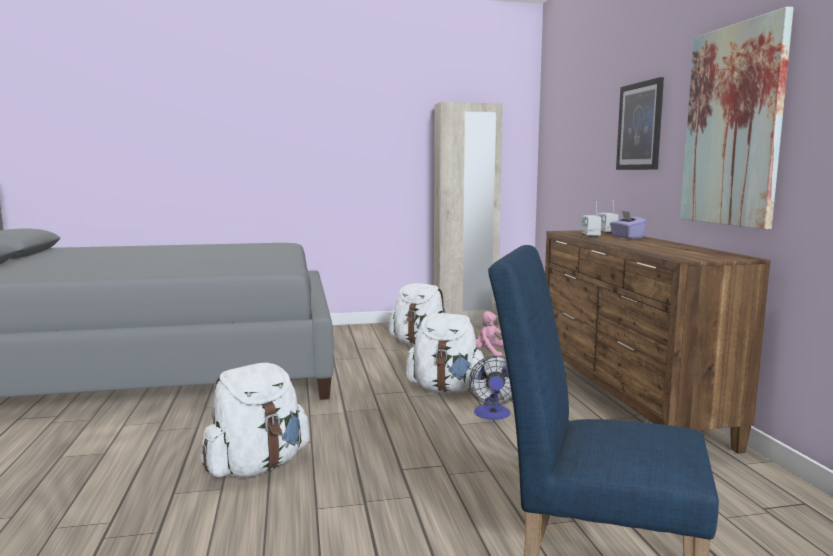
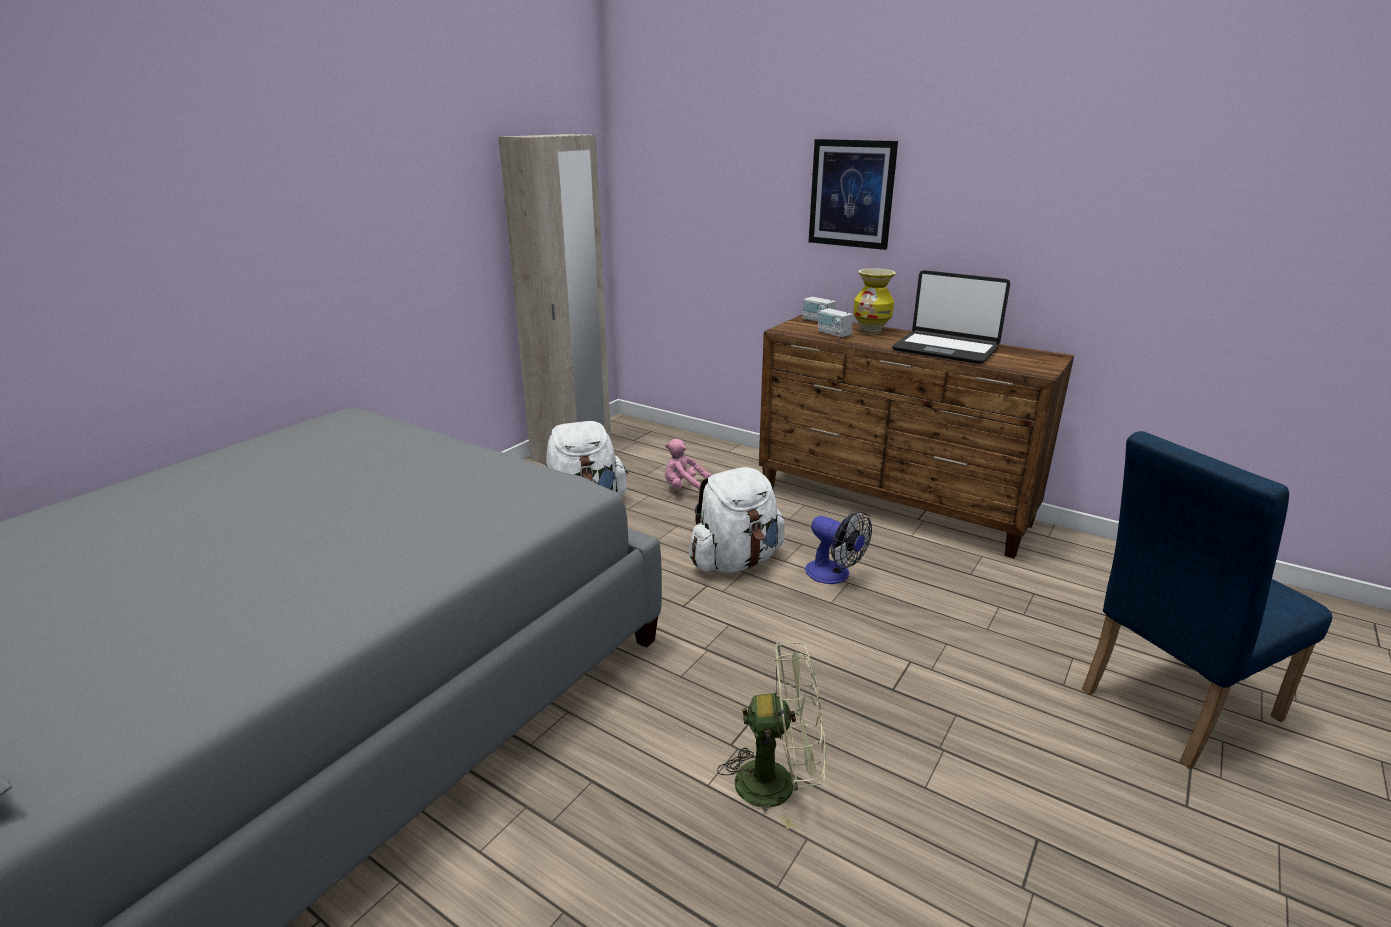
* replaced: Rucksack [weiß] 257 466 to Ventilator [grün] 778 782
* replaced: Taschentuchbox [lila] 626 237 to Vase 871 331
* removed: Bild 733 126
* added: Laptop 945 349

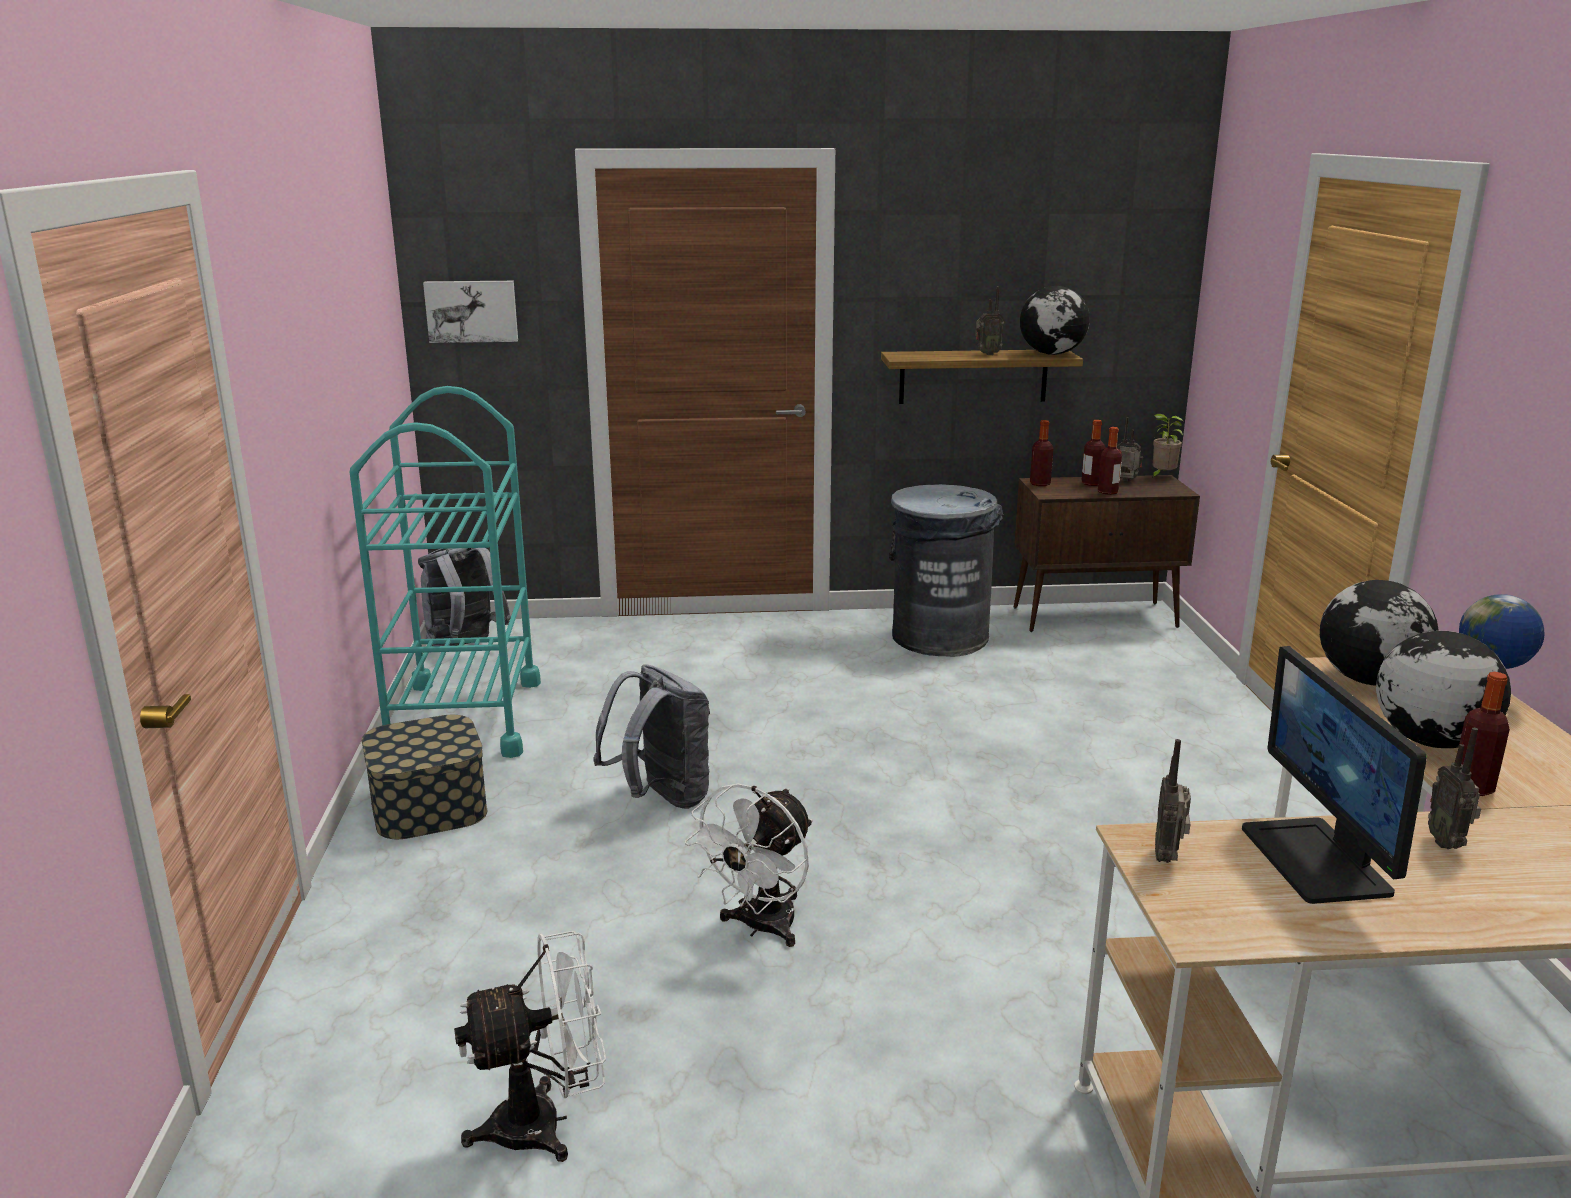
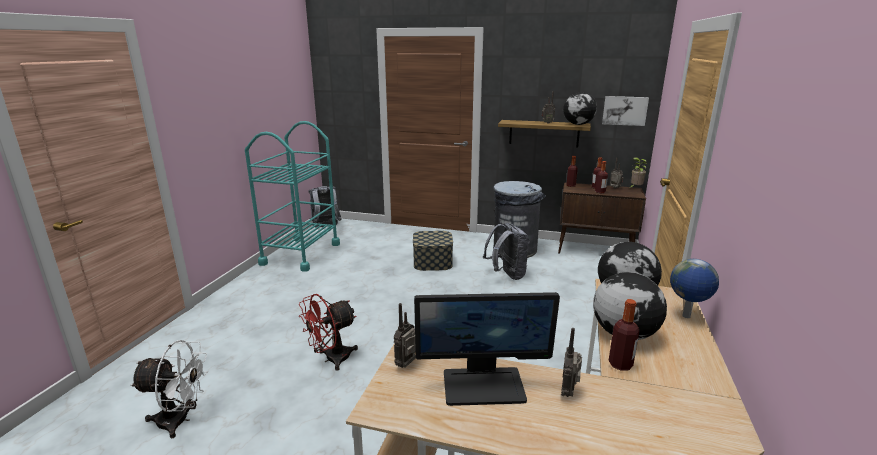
* moved: Aufbewahrungsbox 429 806 to 432 261
* moved: Bild 472 311 to 624 110
* moved: Rucksack [grau] 661 798 to 507 275
* recoloured: Ventilator [weiß] 760 928 to Ventilator [rot] 331 359
* turned: Monitor 1318 860 = 484 385 105 degrees counterclockwise

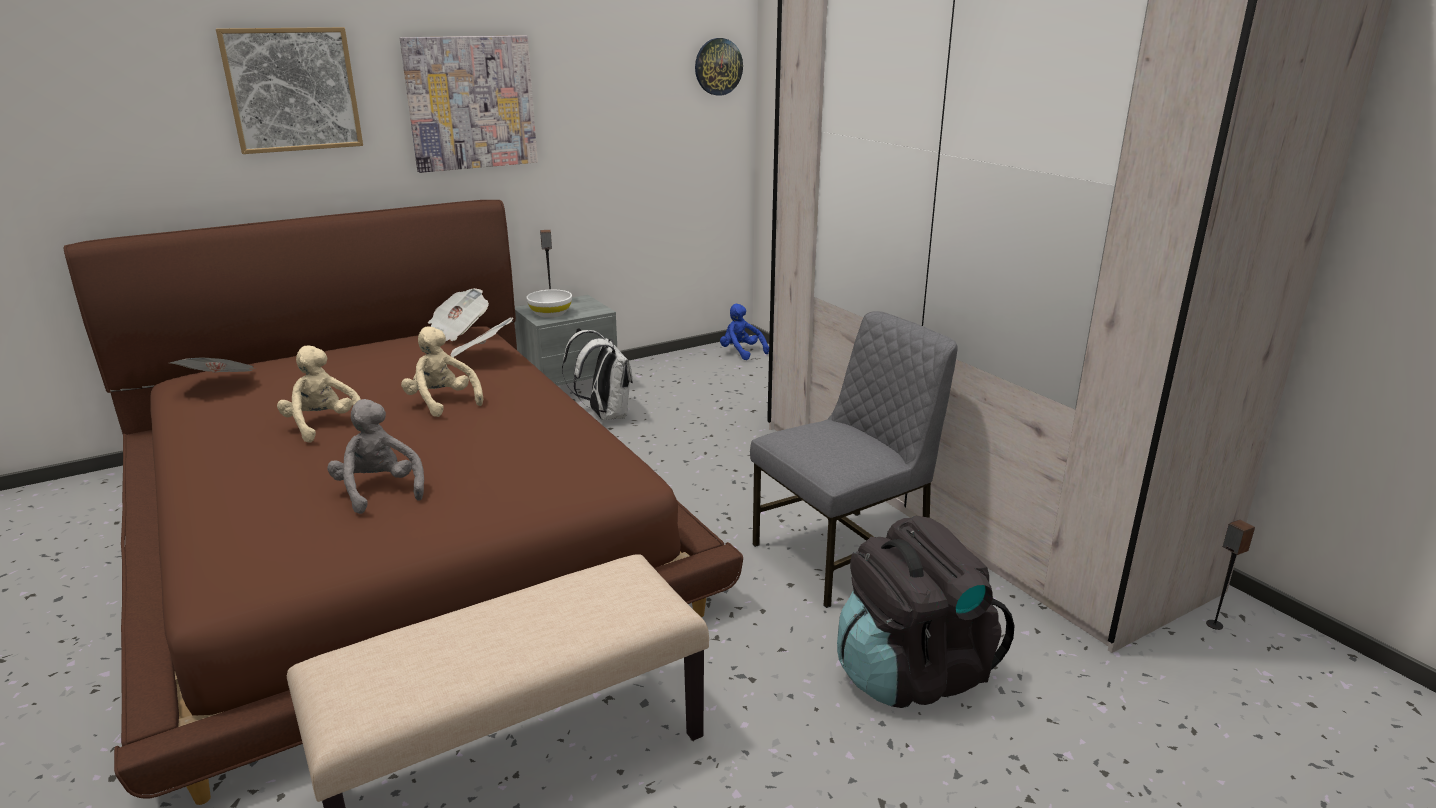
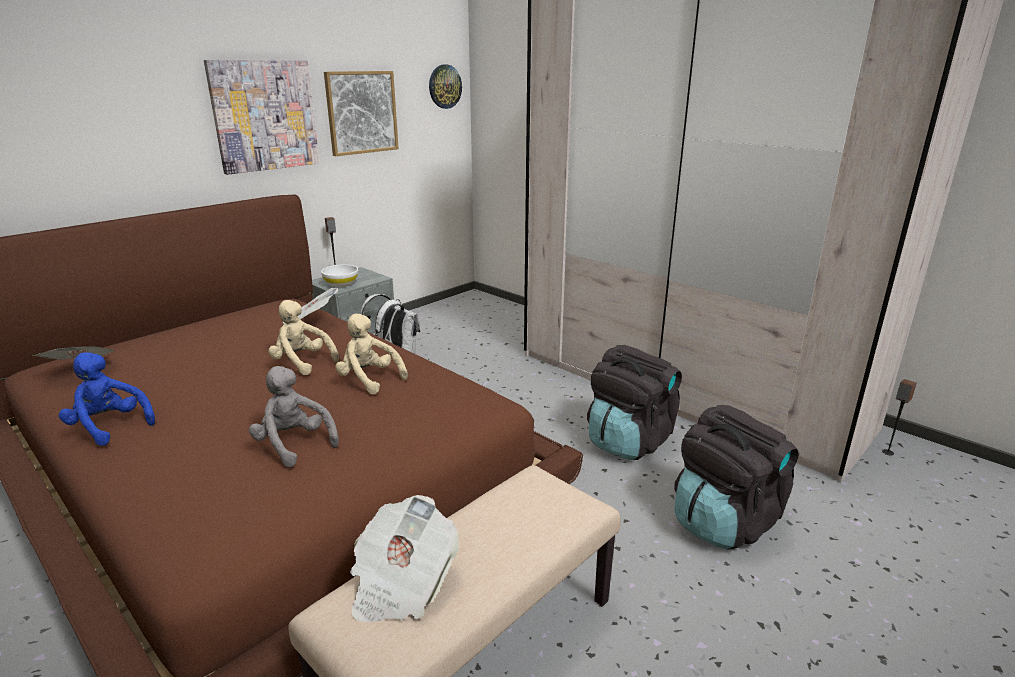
* moved: Bild 292 90 to 361 112
* moved: Plüschtier [beige] 324 426 to 369 380
* moved: Zeitung 456 333 to 401 583
* moved: Plüschtier [blau] 741 352 to 109 426
* replaced: Stuhl [grau] 844 554 to Rucksack [schwarz] 629 441

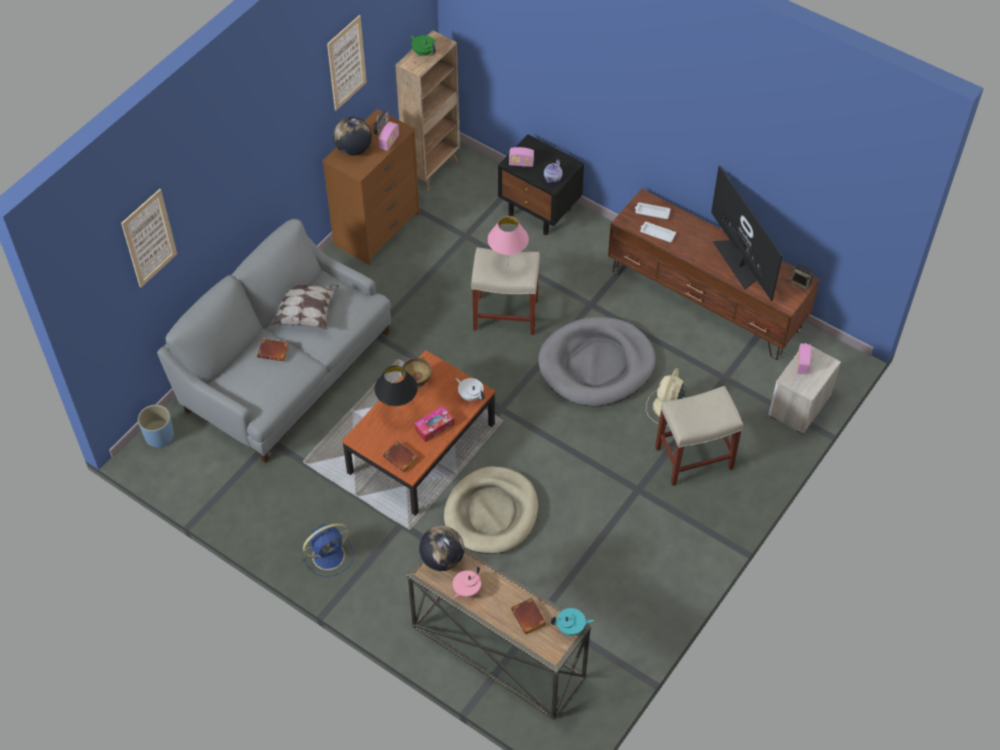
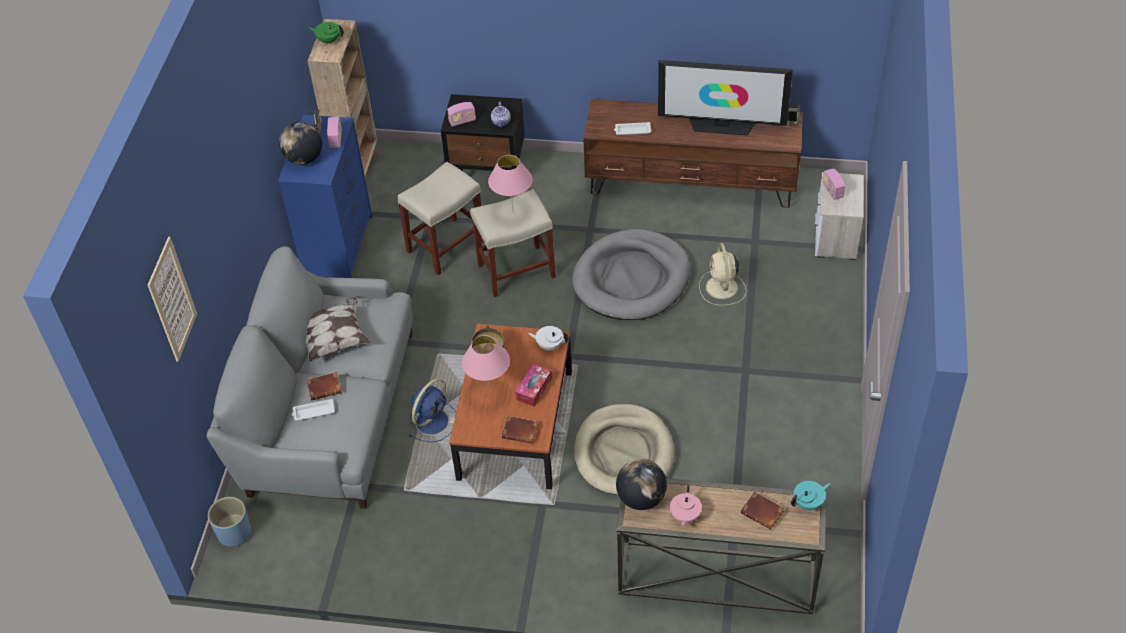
* moved: Ventilator [blau] 330 555 to 433 421
* recoloured: Kommode [braun] 377 229 to Kommode [blau] 339 246
* removed: Bild 346 63
* recoloured: Tischlampe [schwarz] 398 413 to Tischlampe [rosa] 489 392
* moved: Tablett [weiß] 651 212 to 313 412
* moved: Hocker [beige] 694 457 to 446 245
* turned: Fernseher 738 261 = 721 125 150 degrees clockwise

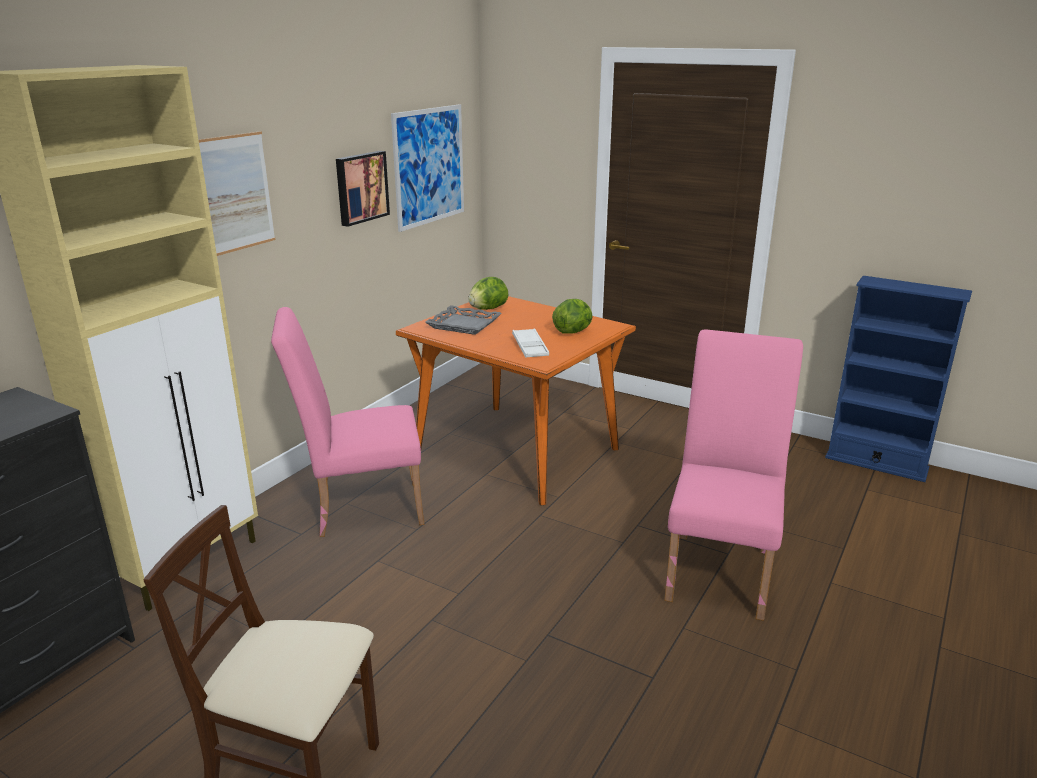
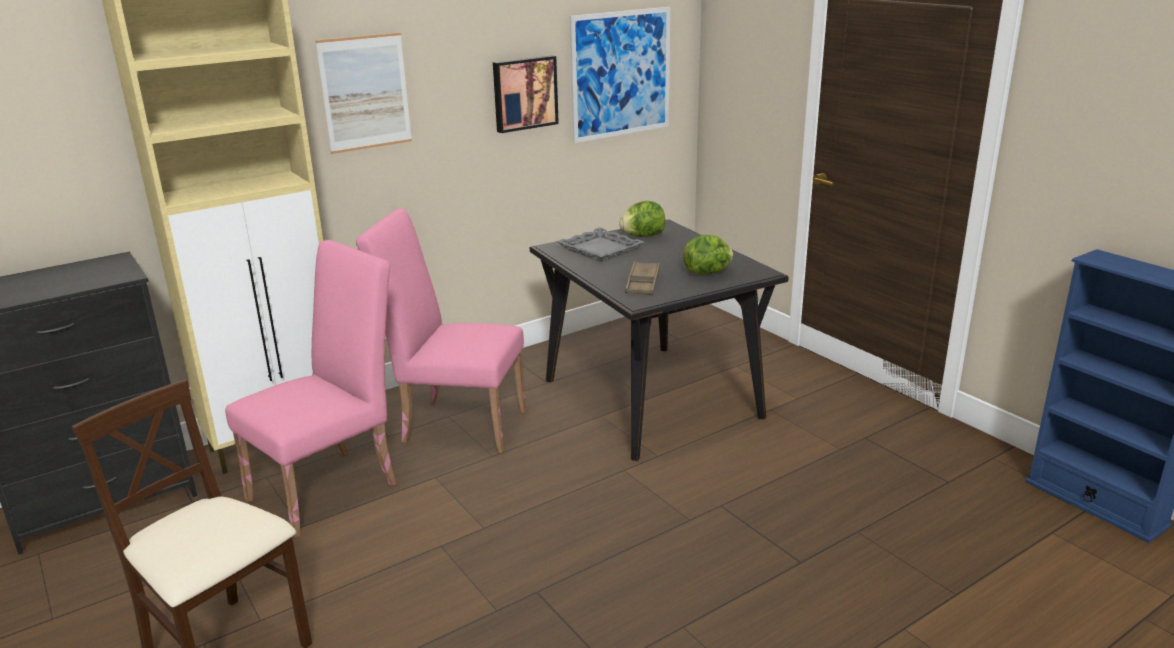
* recoloured: Esstisch [orange] 516 451 to Esstisch [schwarz] 650 398
* recoloured: Tablett [weiß] 530 347 to Tablett [braun] 643 283
* moved: Stuhl [rosa] 721 568 to 333 487

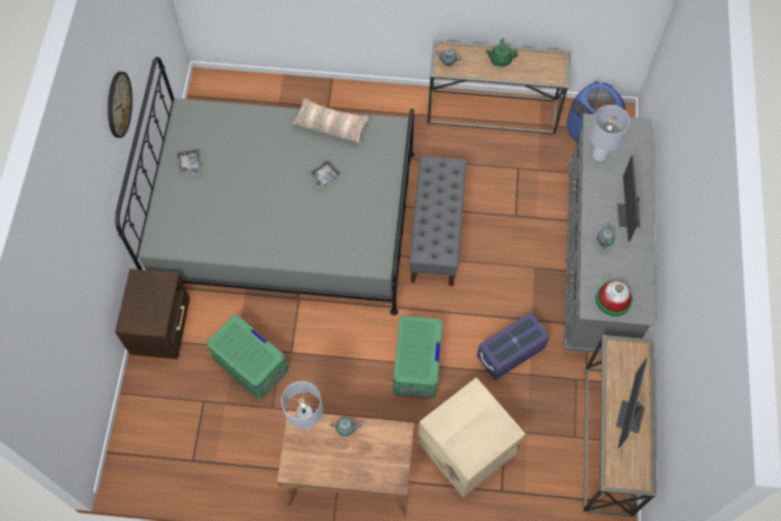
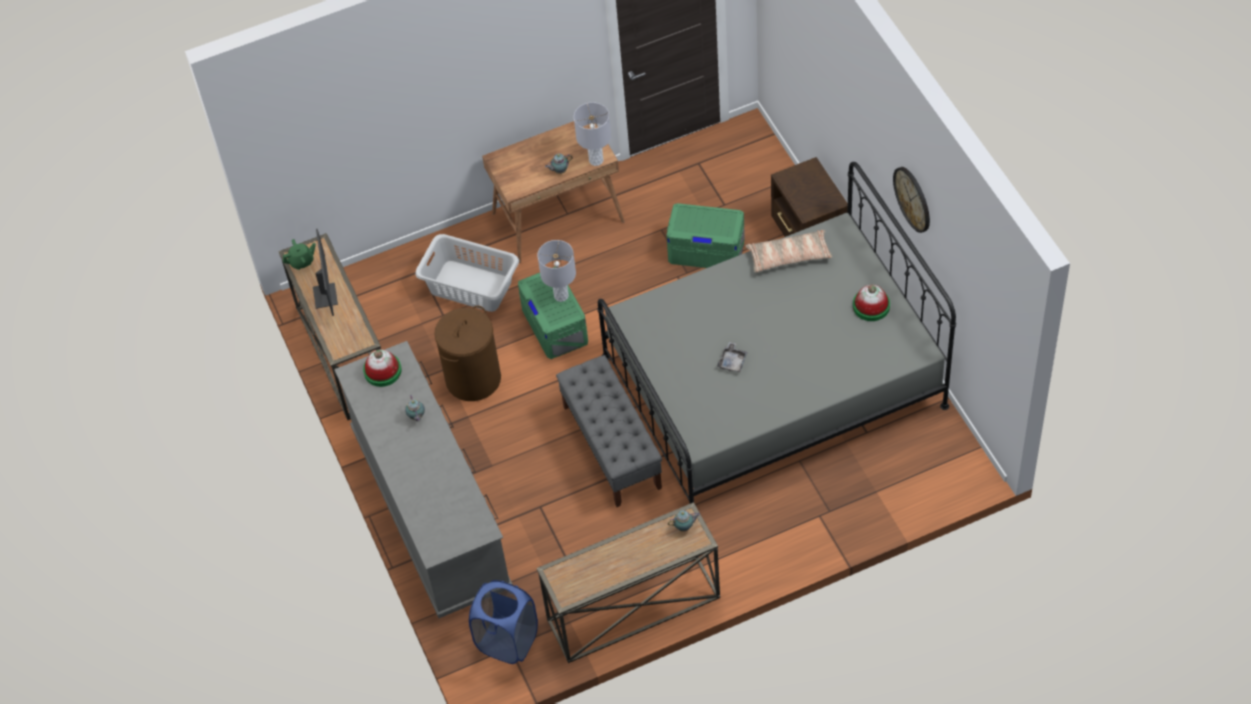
* replaced: Tablett [grau] 190 164 to Hut 871 306
* moved: Kissen 331 125 to 789 257
* replaced: Aufbewahrungsbox [beige] 465 447 to Wäschekorb [grau] 470 285
* replaced: Aufbewahrungsbox [lila] 510 352 to Wäschekorb [braun] 473 378
* moved: Teekanne [grün] 500 60 to 302 261
* moved: Tischlampe [grau] 599 155 to 561 296
* removed: Monitor 627 215

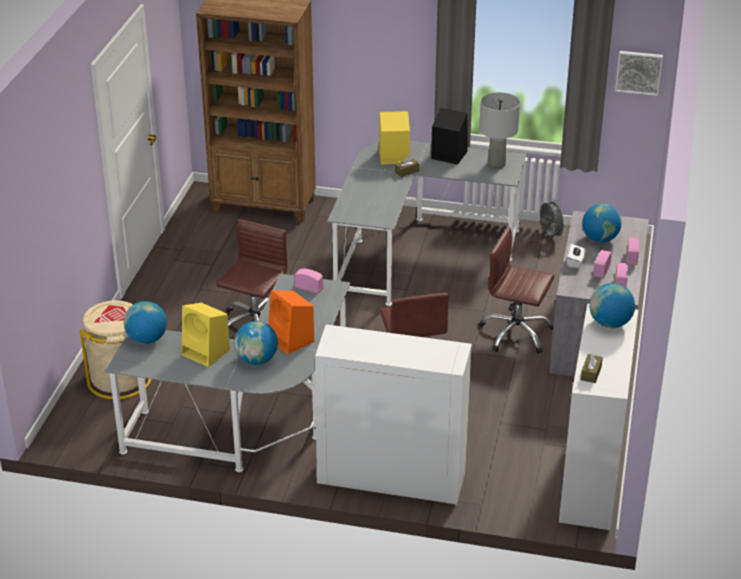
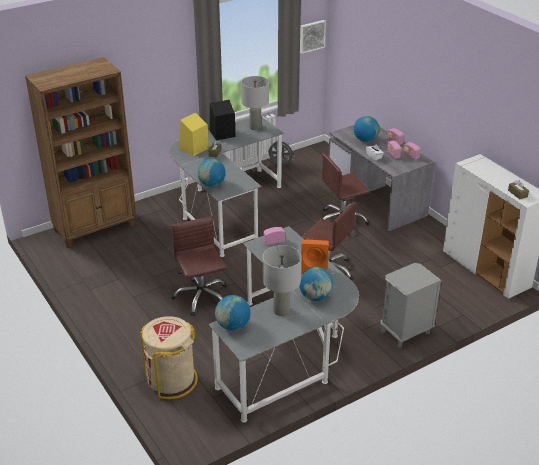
* replaced: Lautsprecher [gelb] 207 352 to Tischlampe [grau] 281 310
* replaced: Schrank [weiß] 390 480 to Nachttisch [grau] 405 332
* moved: Globus 610 323 to 212 184

